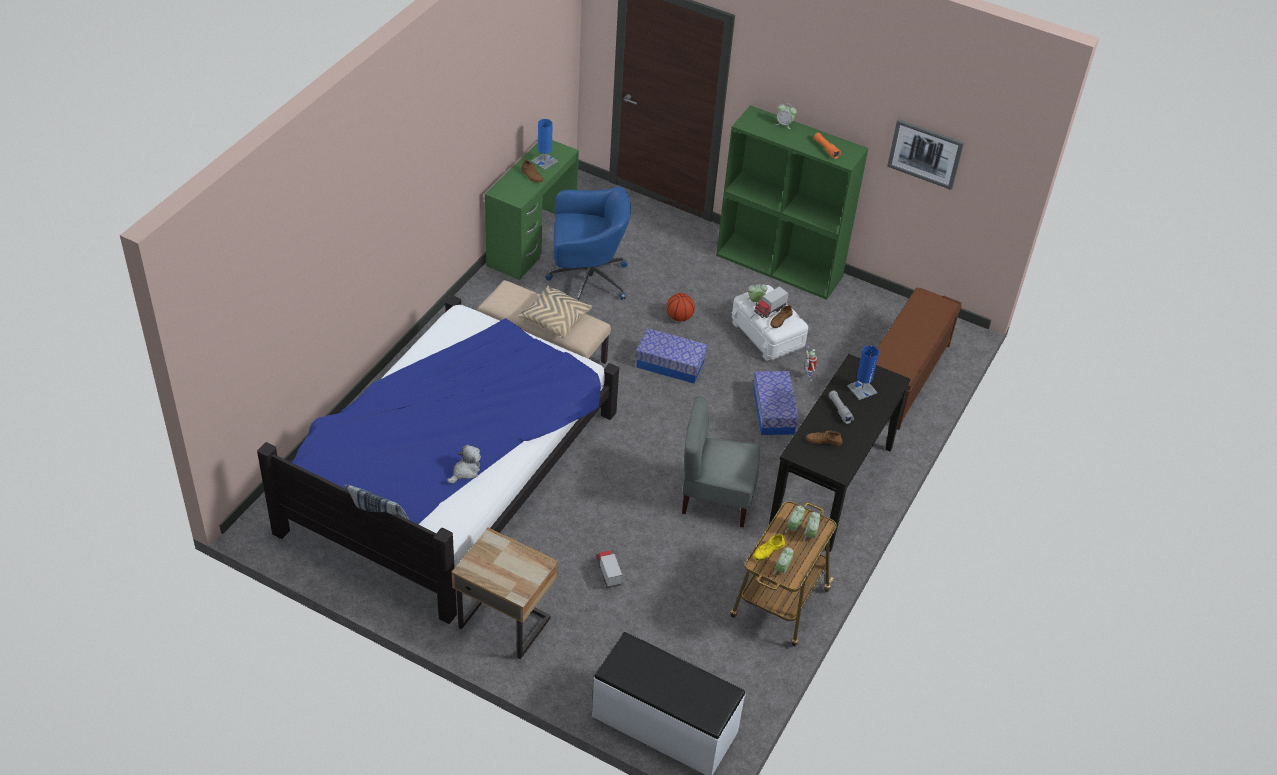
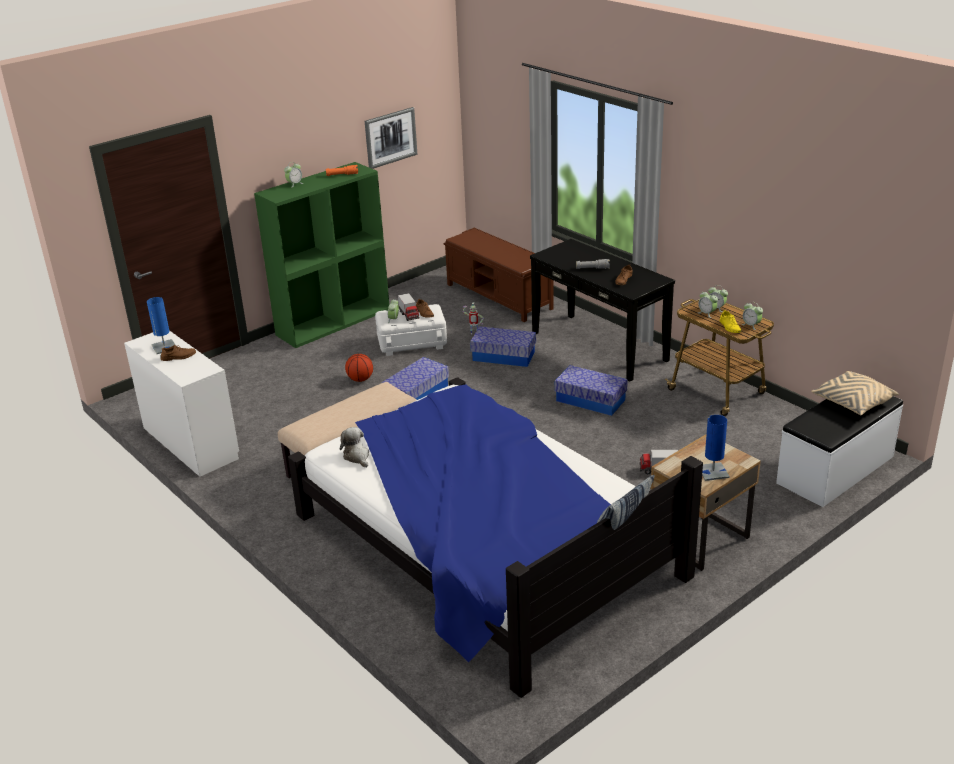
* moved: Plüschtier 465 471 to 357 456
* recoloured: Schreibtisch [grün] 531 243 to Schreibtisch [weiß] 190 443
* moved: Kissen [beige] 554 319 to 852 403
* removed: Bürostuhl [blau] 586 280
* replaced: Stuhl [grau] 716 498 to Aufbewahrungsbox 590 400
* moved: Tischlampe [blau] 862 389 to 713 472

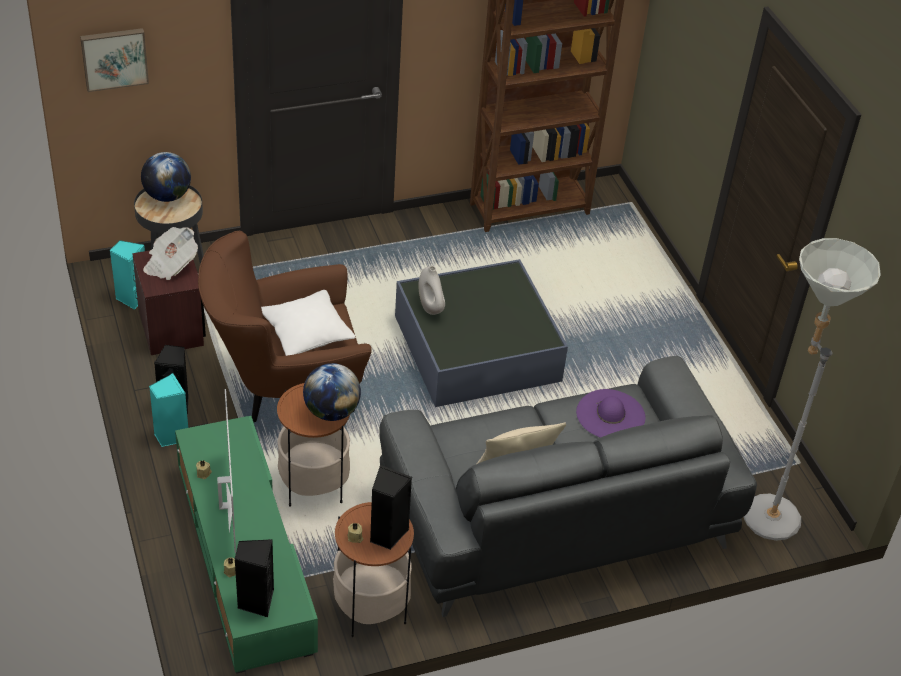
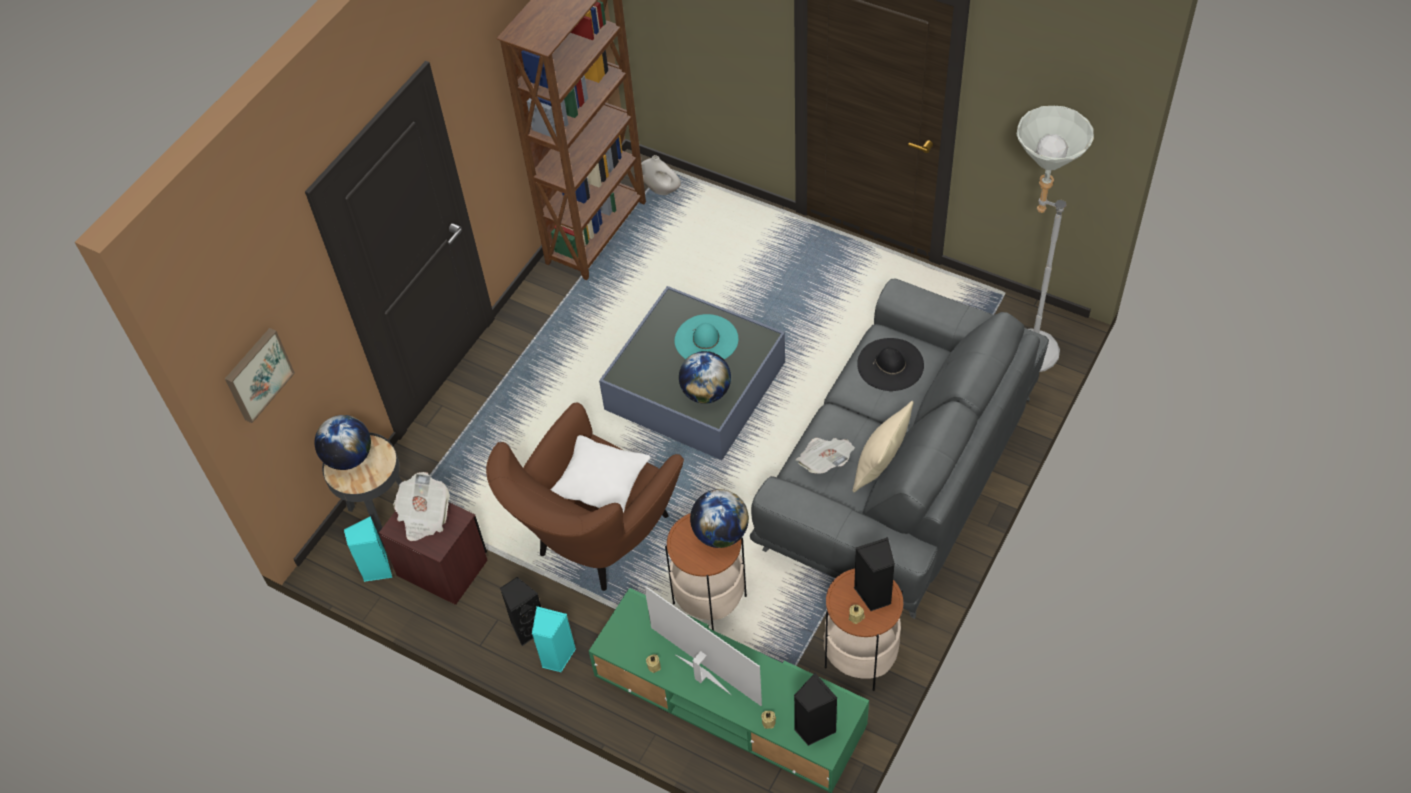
* moved: Vase [weiß] 431 307 to 661 189
* recoloured: Hut [lila] 610 415 to Hut [schwarz] 890 364
* added: Hut [türkis] 706 339
* added: Globus 706 392
* added: Zeitung 824 462

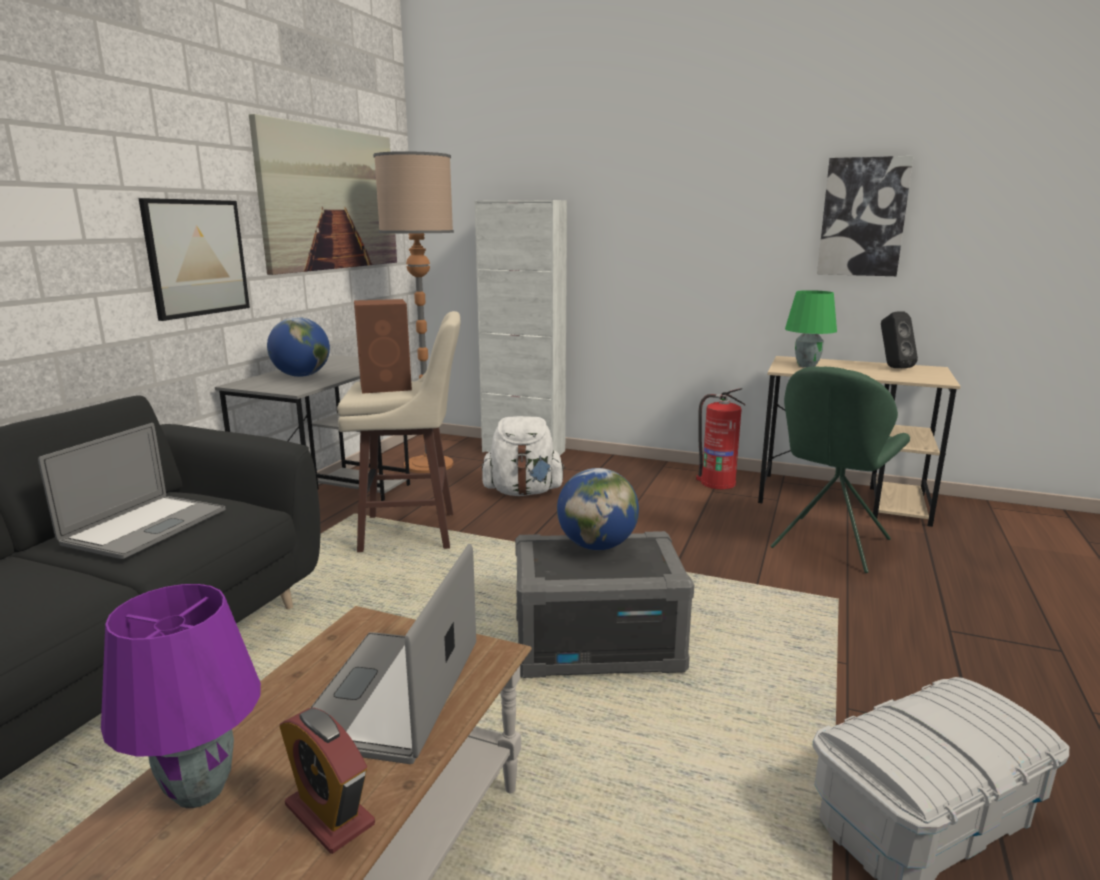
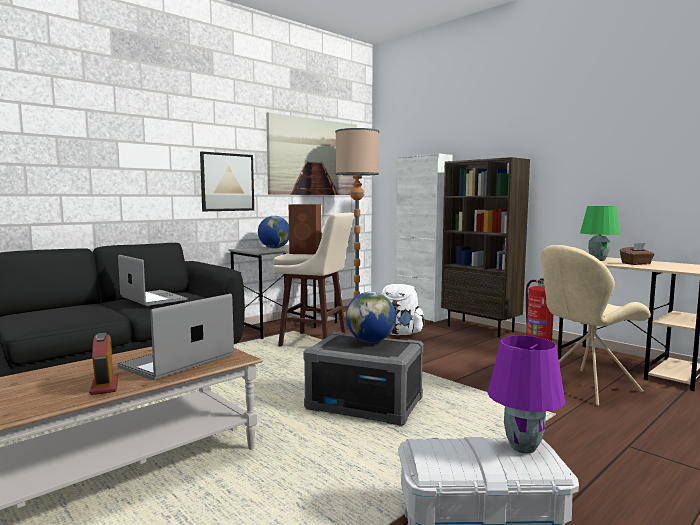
* turned: Laptop 145 526 = 153 298 90 degrees counterclockwise
* moved: Tischlampe [lila] 201 789 to 523 447
* recoloured: Stuhl [grün] 829 545 to Stuhl [beige] 585 387
* removed: Bild 863 217
* removed: Lautsprecher [schwarz] 892 367
* added: Bücherregal [braun] 481 329
* added: Taschentuchbox [braun] 636 264

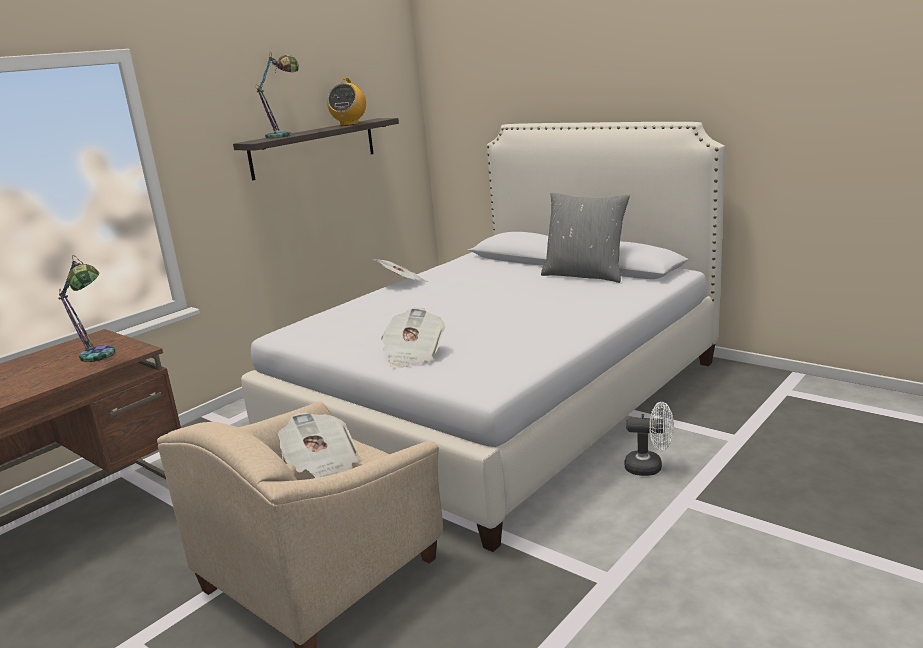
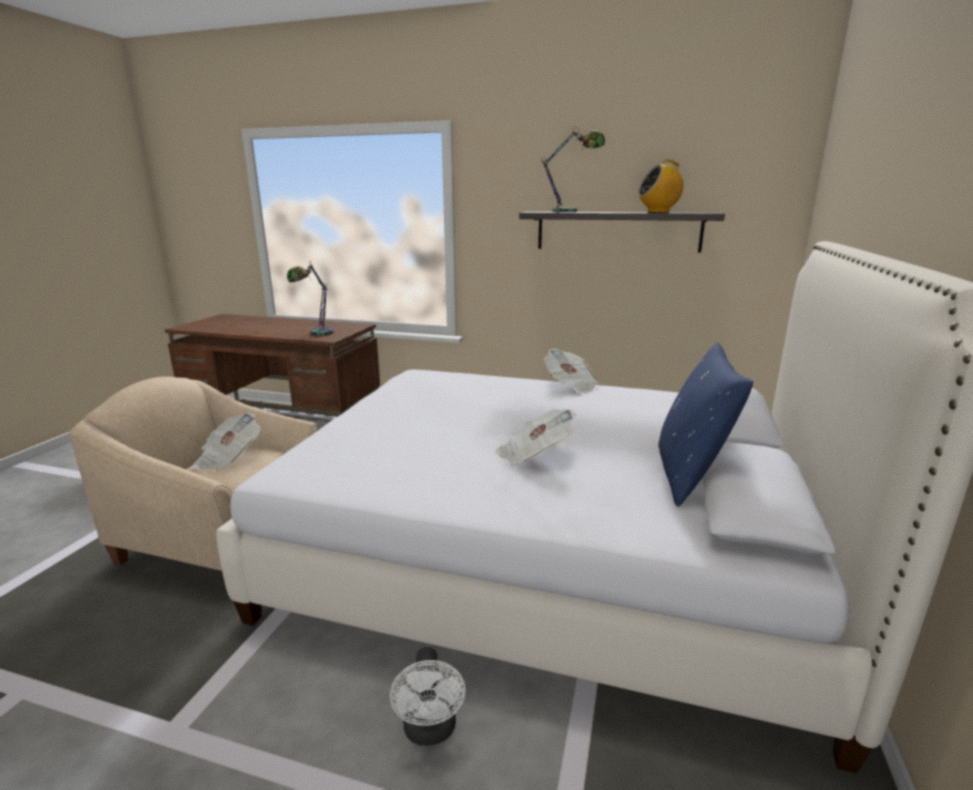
* moved: Zeitung 413 355 to 534 454
* recoloured: Kissen [grau] 585 275 to Kissen [blau] 690 475

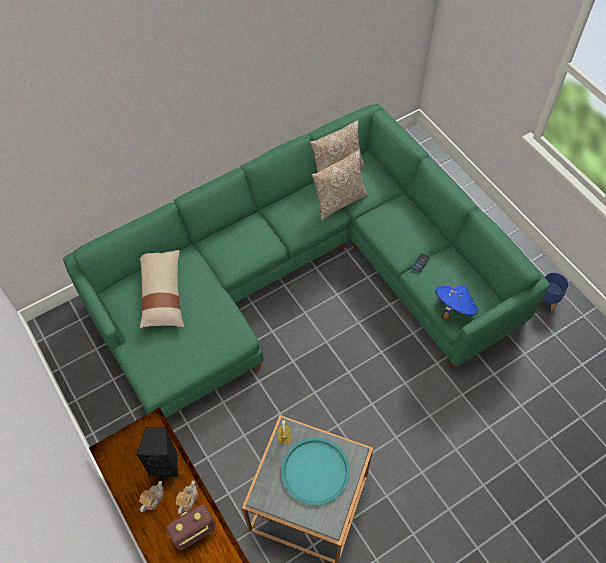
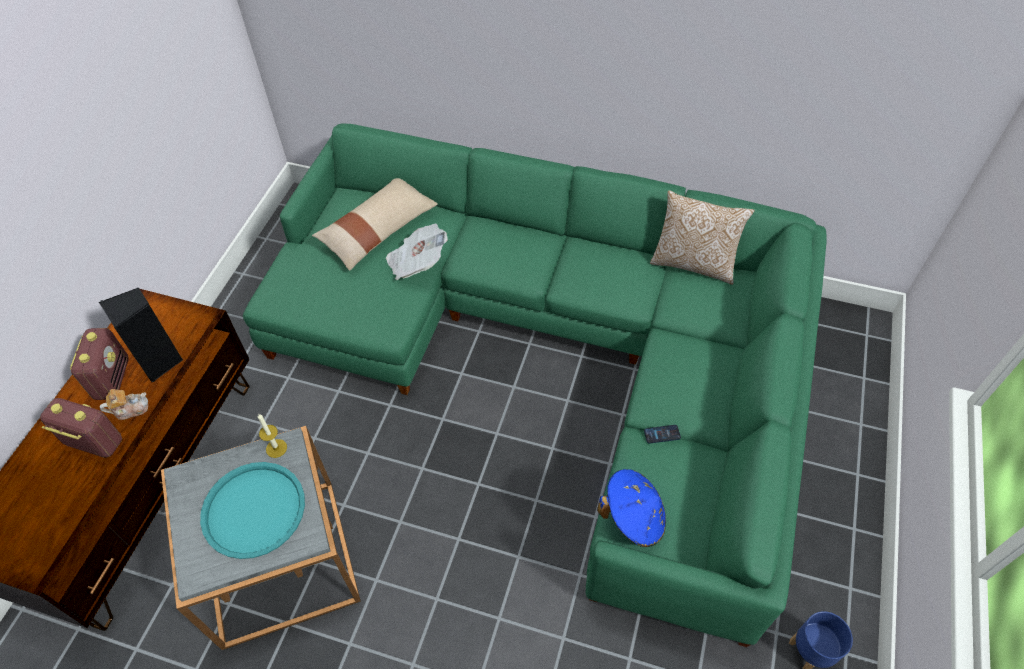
* replaced: Teekanne 152 499 to Radio 112 378
* removed: Kissen 339 201
* added: Zeitung 417 263

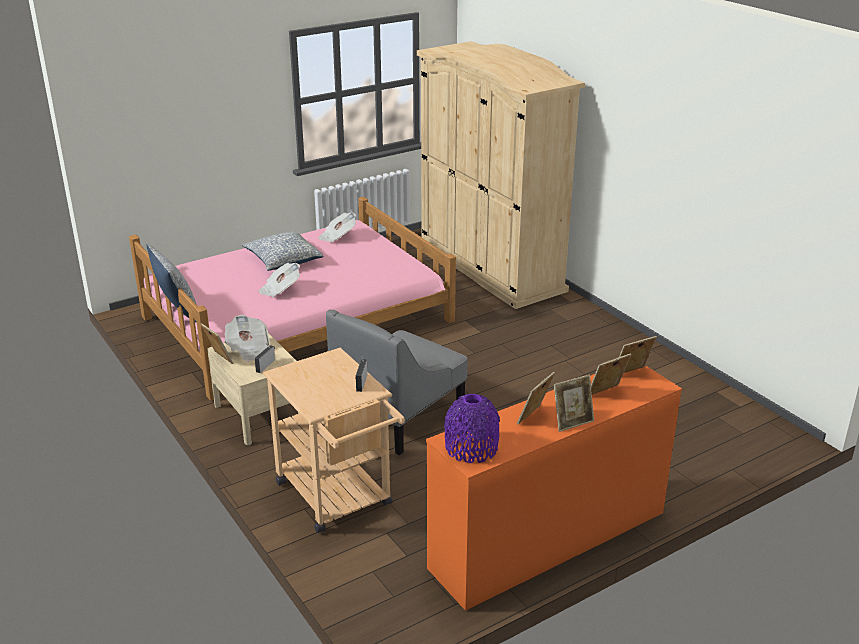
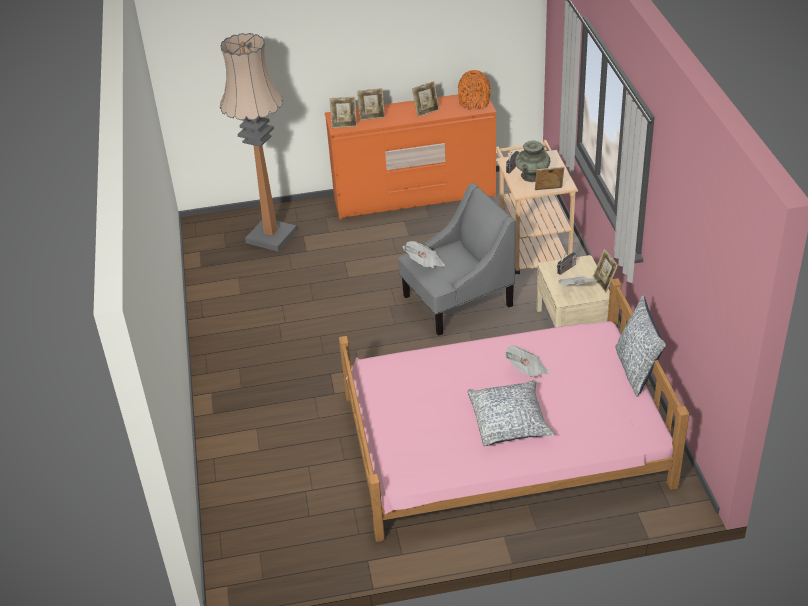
* moved: Zeitung 337 237 to 424 264
* removed: Kleiderschrank [beige] 490 266
* recoloured: Vase [lila] 471 447 to Vase [orange] 474 102
* moved: Bilderrahmen 572 422 to 548 191
* added: Stehlampe 271 237
* added: Vase [türkis] 532 175

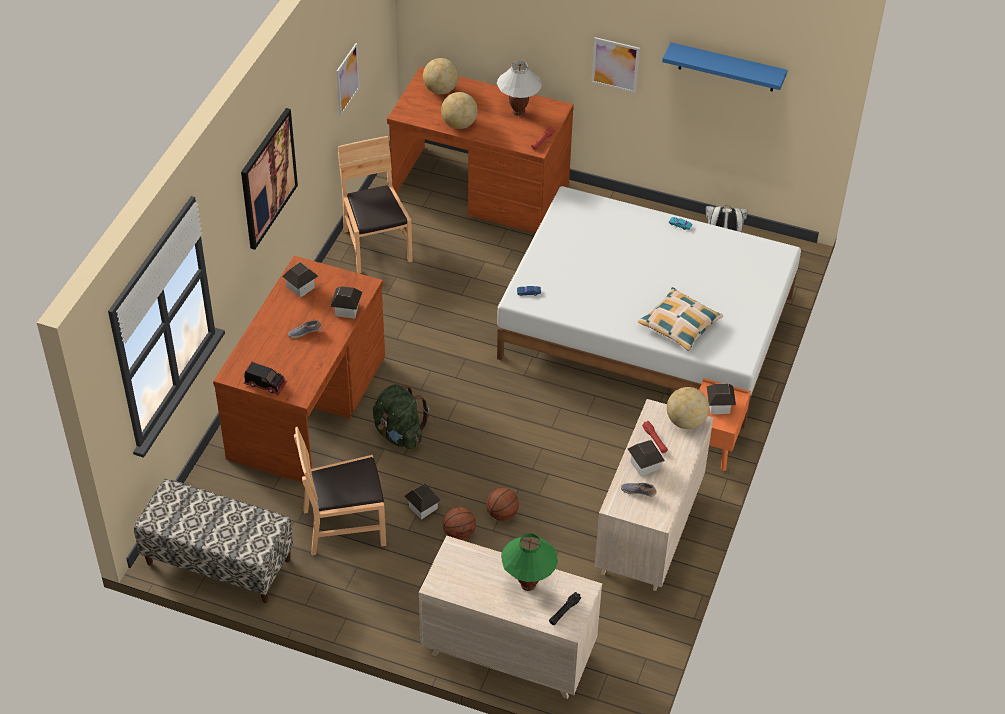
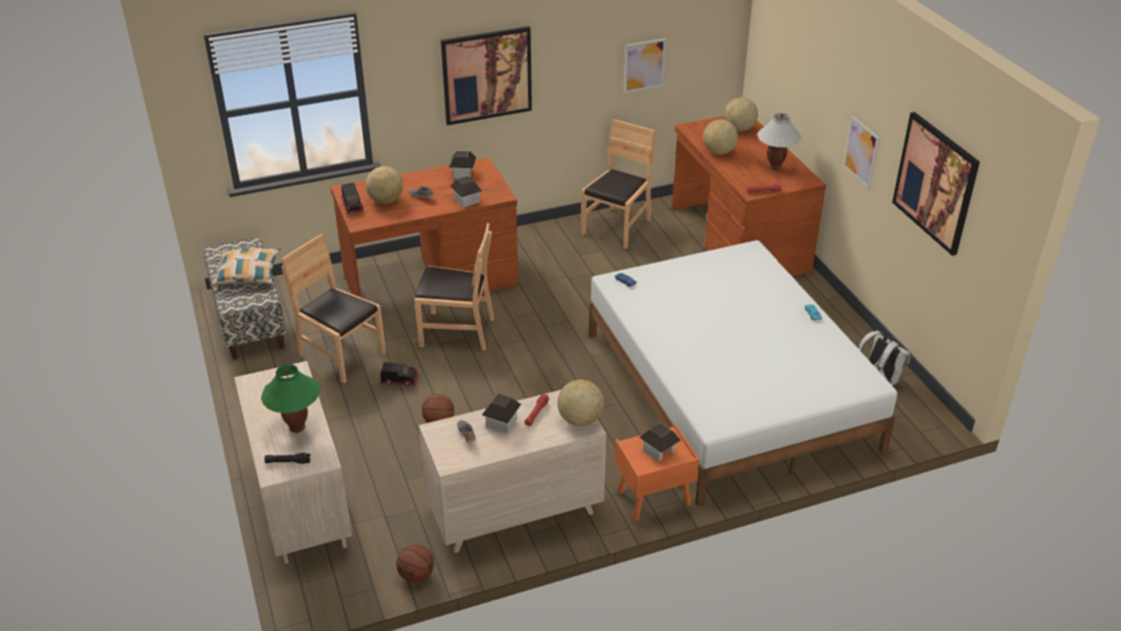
* replaced: Rucksack [grün] 399 434 to Stuhl [braun] 457 331
* replaced: Spielzeughaus 423 507 to Spielzeuglaster 400 380
* moved: Basketball 459 533 to 416 575
* moved: Kissen 679 324 to 248 273
* replaced: Wandregal [blau] 727 67 to Bild 935 182
* added: Globus 386 200

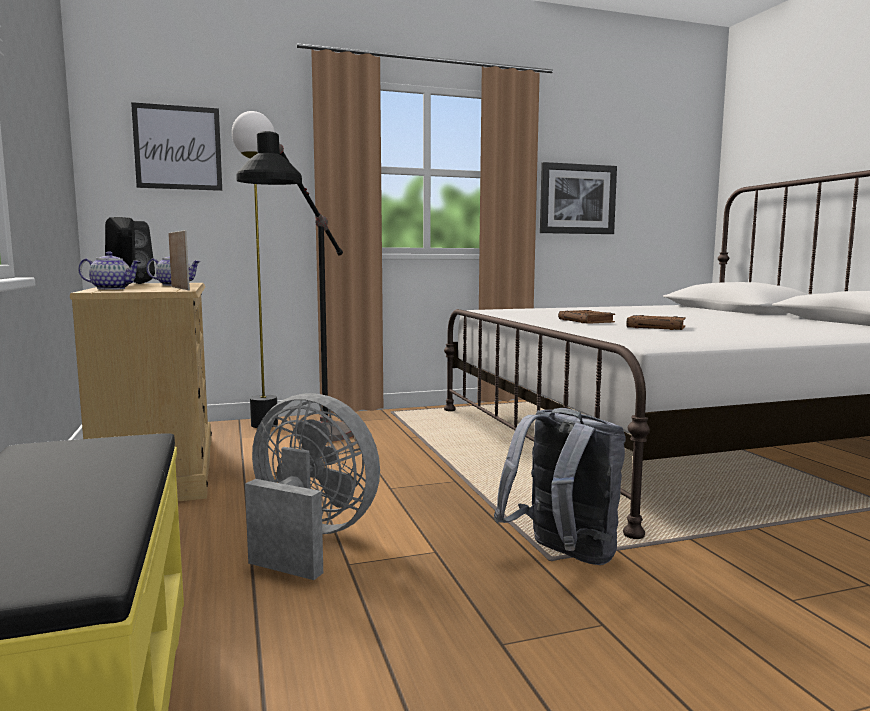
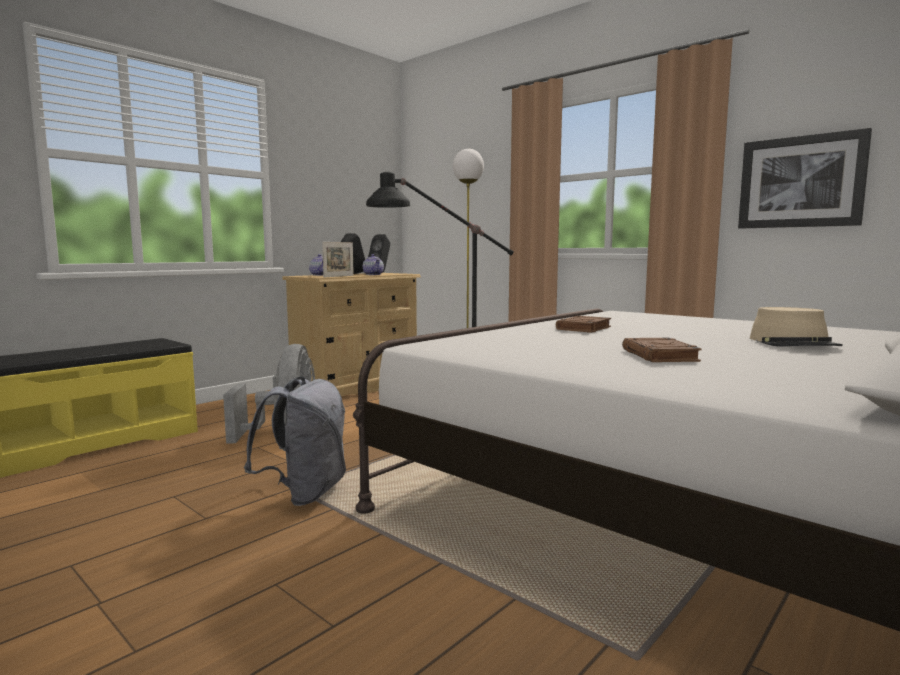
* removed: Bild 178 148
* moved: Buch [braun] 656 327 to 660 356
* added: Hut [beige] 793 343

